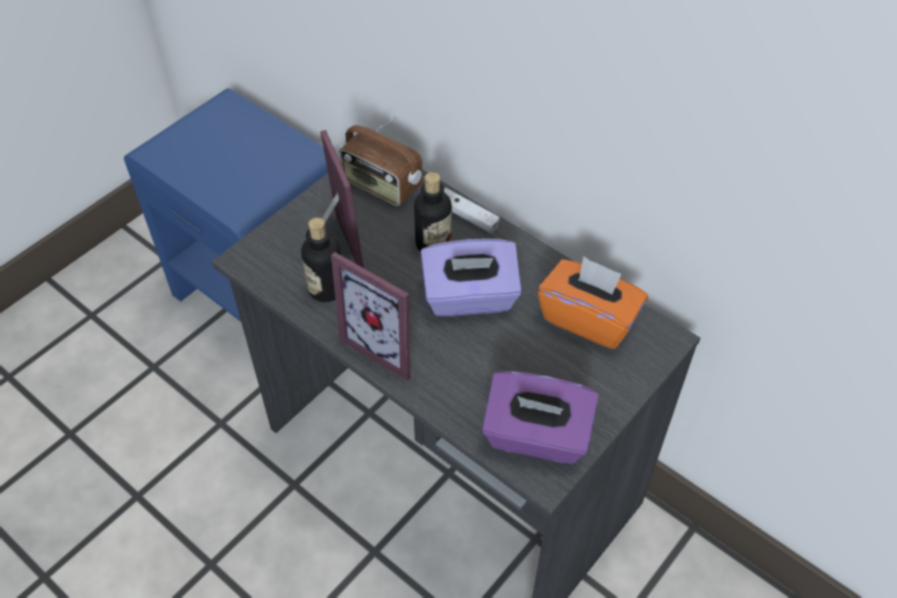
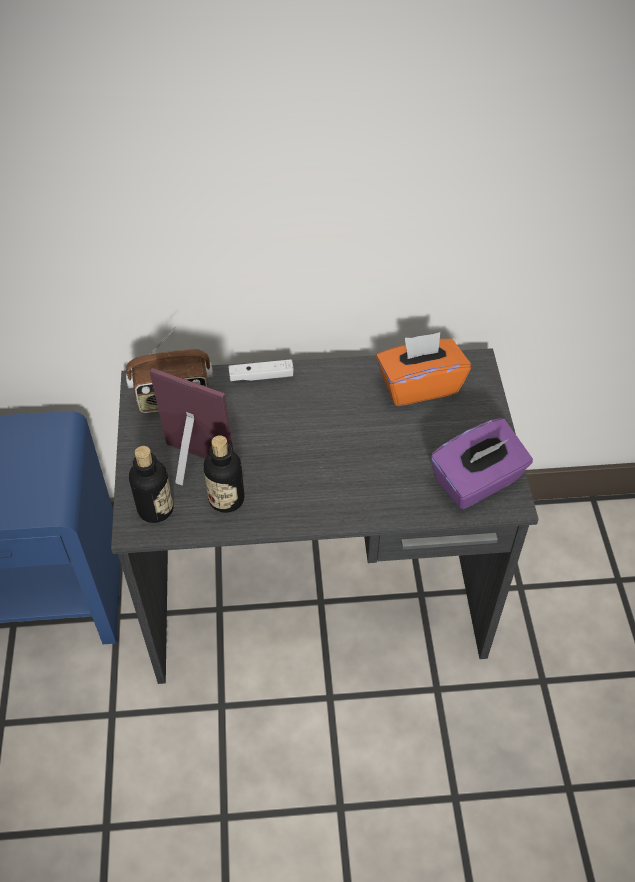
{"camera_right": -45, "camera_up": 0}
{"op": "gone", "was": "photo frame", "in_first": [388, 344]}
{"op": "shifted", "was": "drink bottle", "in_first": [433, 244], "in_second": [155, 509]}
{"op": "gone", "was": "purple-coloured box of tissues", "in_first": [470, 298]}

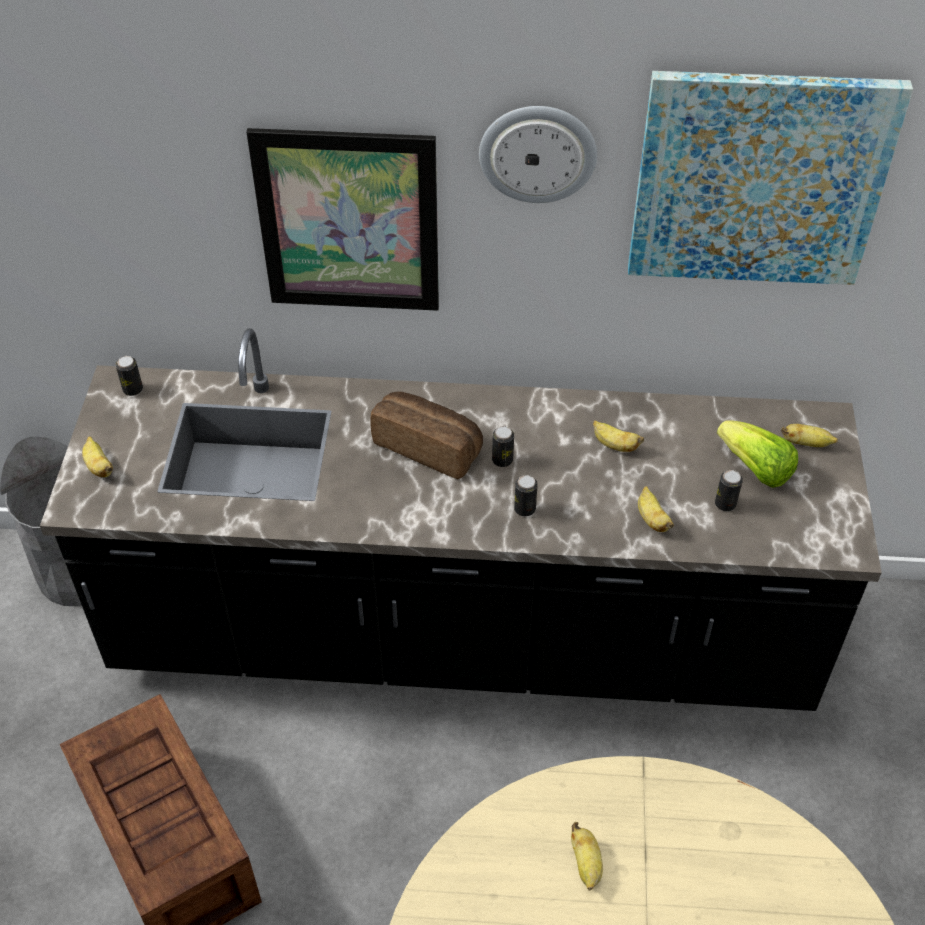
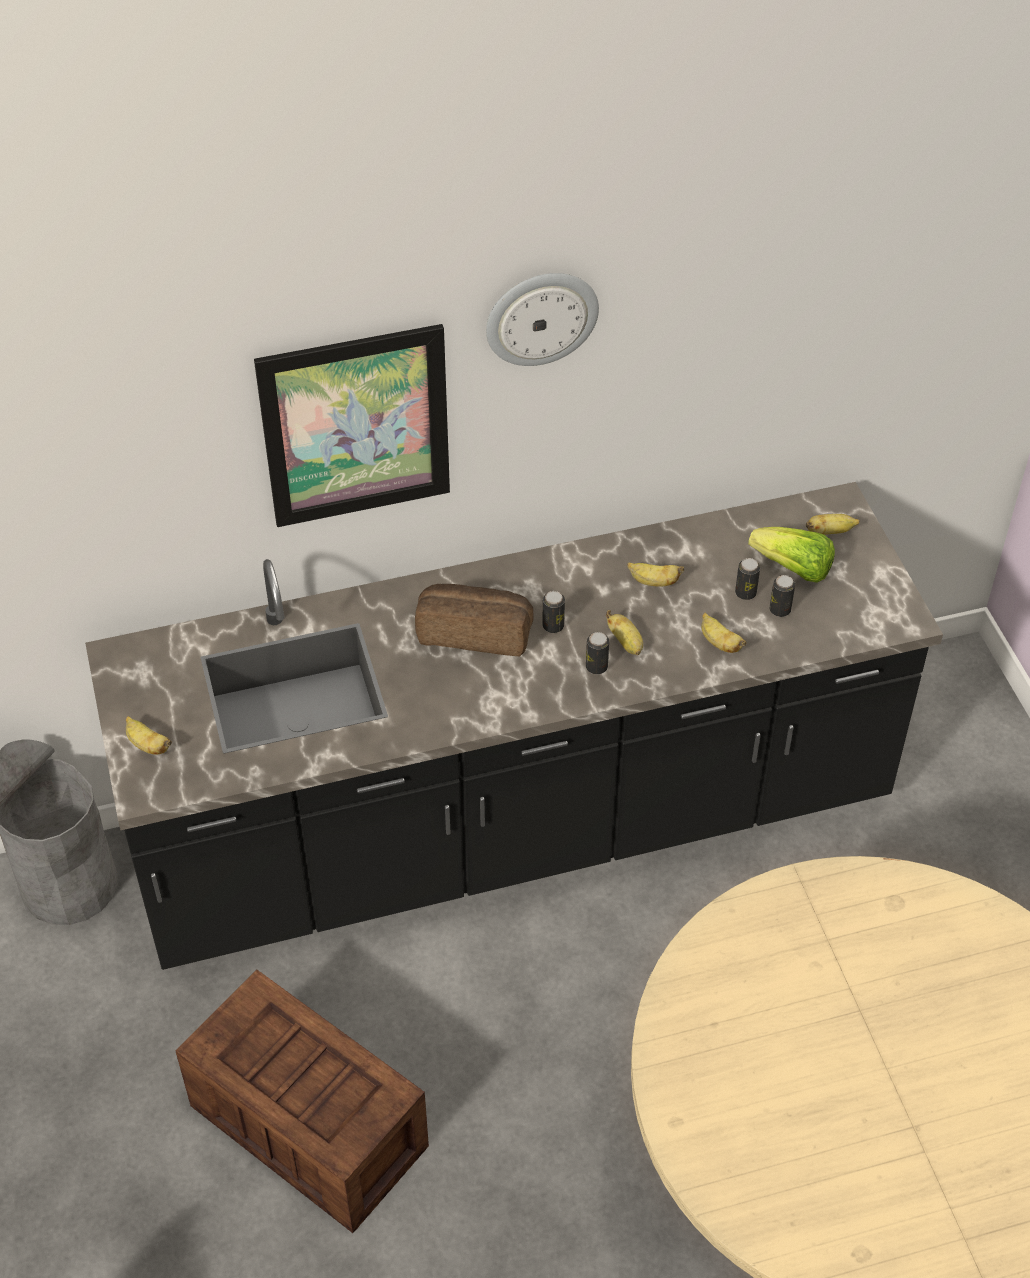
{"camera_right": -20, "camera_up": 0}
{"op": "shifted", "was": "metal can", "in_first": [133, 389], "in_second": [745, 593]}
{"op": "shifted", "was": "whole banana", "in_first": [586, 864], "in_second": [626, 643]}
{"op": "gone", "was": "wall art", "in_first": [758, 179]}

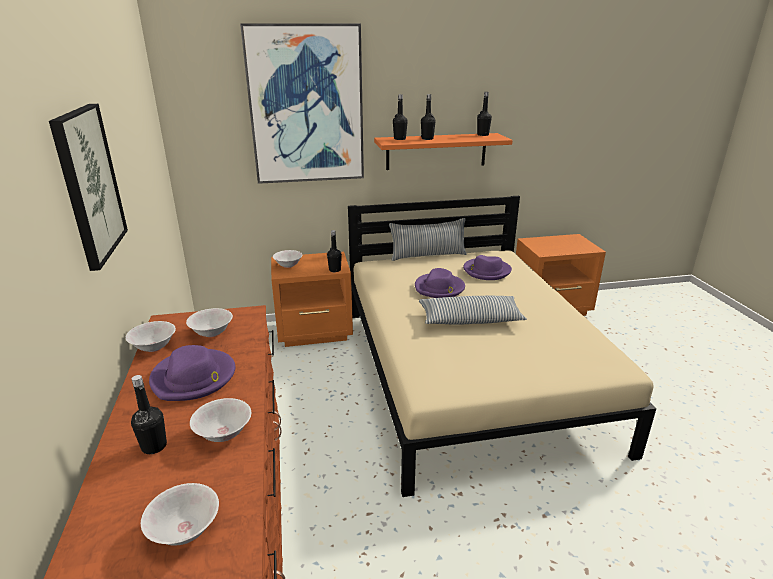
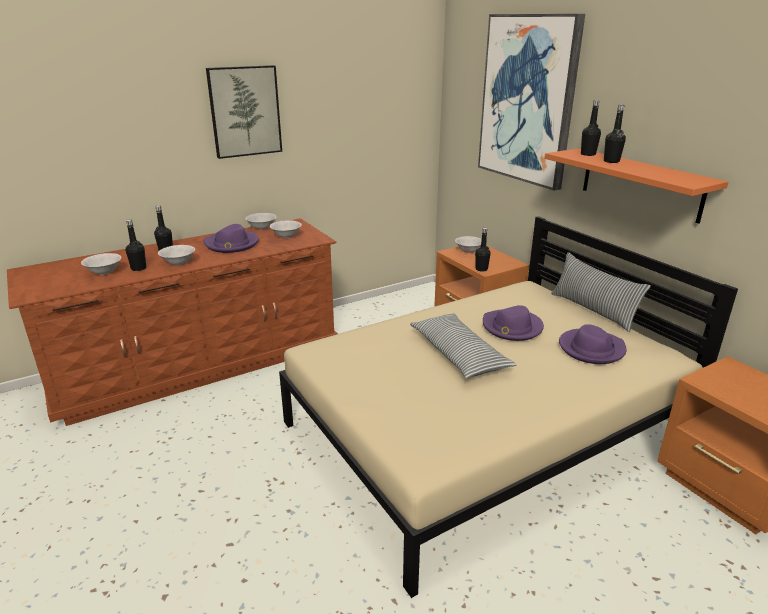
{"camera_right": 70, "camera_up": 0}
{"op": "shifted", "was": "blackish drink bottle", "in_first": [483, 135], "in_second": [139, 268]}

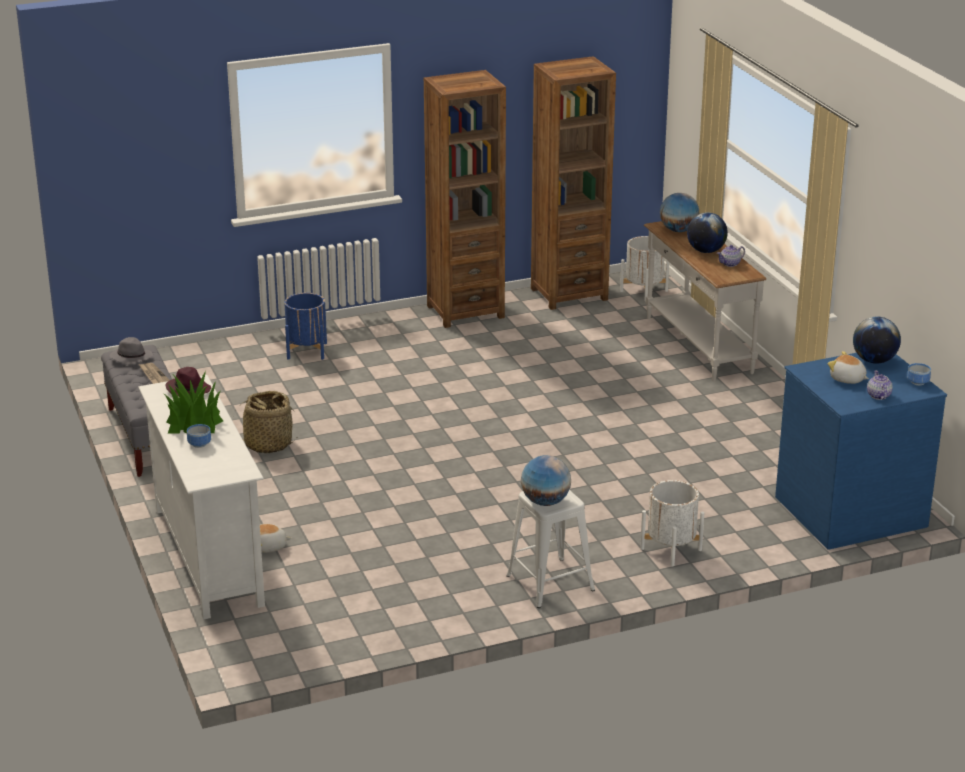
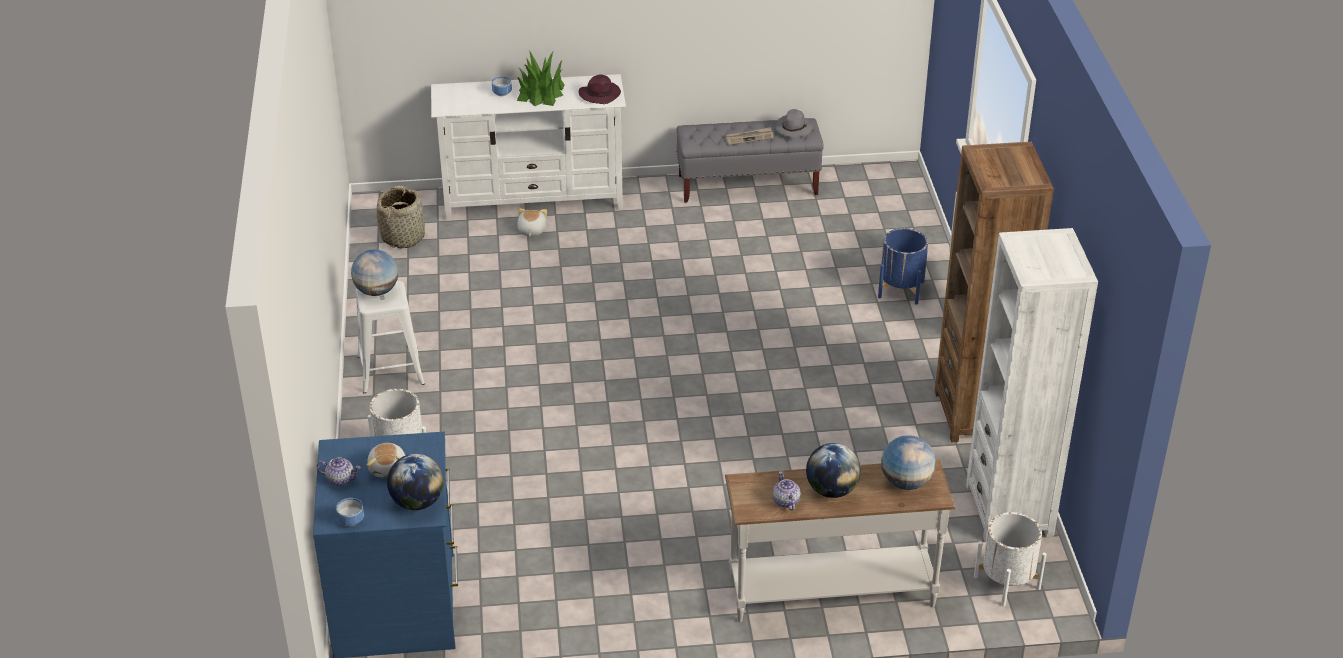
{"camera_right": 105, "camera_up": 10}
{"op": "shifted", "was": "storage basket", "in_first": [268, 444], "in_second": [403, 236]}
{"op": "repainted", "was": "brown bookcase", "now": "whitish bookcase", "in_first": [569, 294], "in_second": [1009, 510]}
{"op": "rotated", "was": "plush toy", "in_first": [847, 379], "in_second": [388, 468], "clockwise": 120}

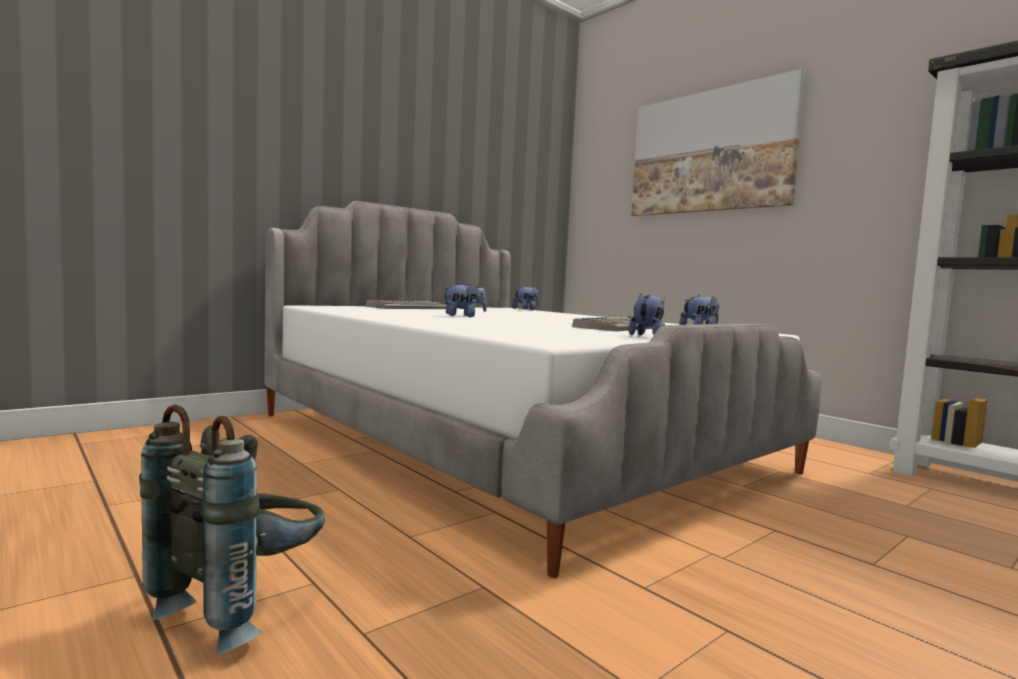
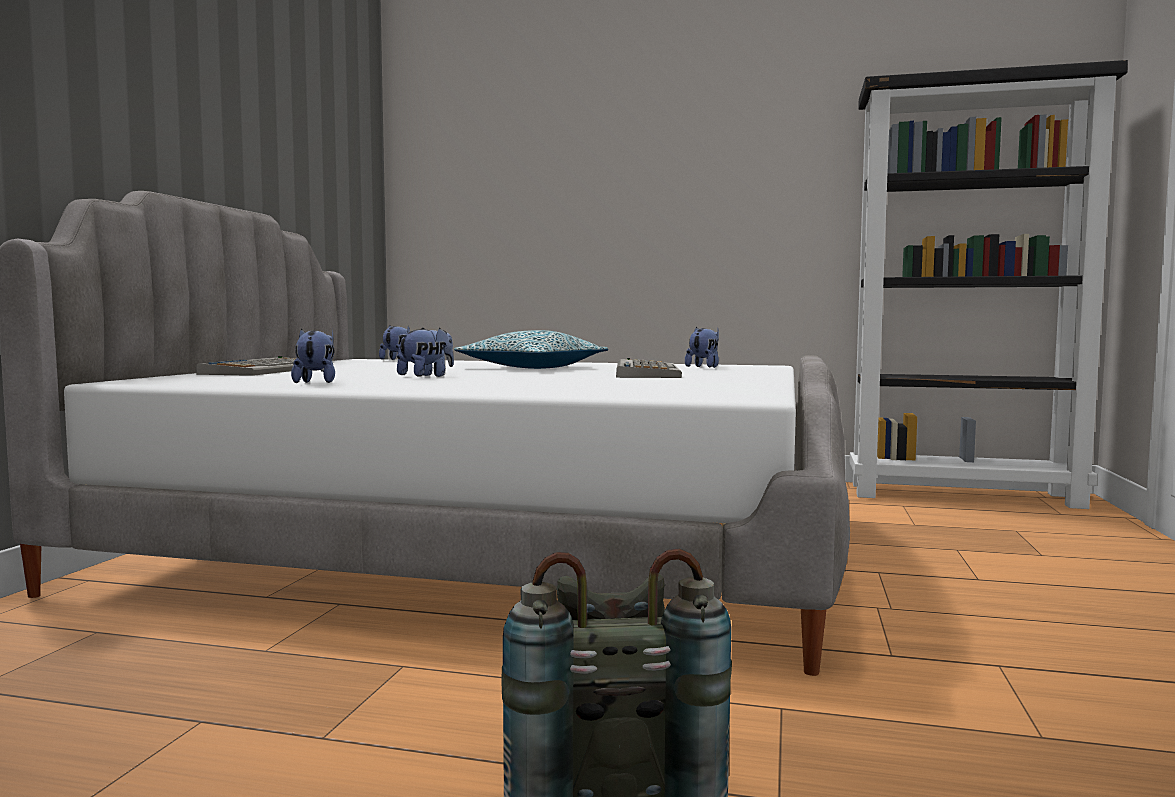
{"camera_right": -35, "camera_up": 0}
{"op": "shifted", "was": "plush toy", "in_first": [647, 336], "in_second": [316, 383]}
{"op": "gone", "was": "wall art", "in_first": [710, 152]}
{"op": "new", "now": "cushion", "in_second": [532, 368]}

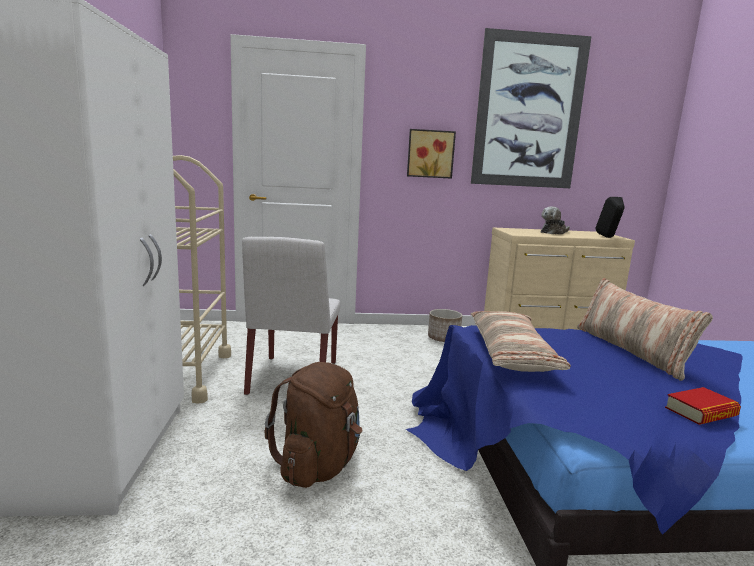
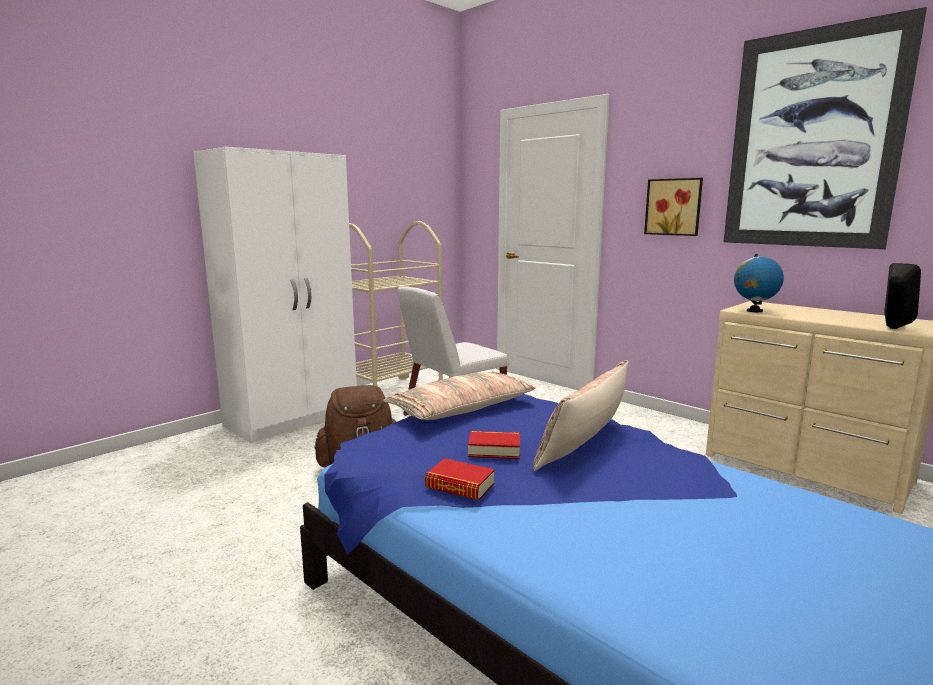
{"camera_right": 50, "camera_up": 0}
{"op": "gone", "was": "planter", "in_first": [443, 338]}
{"op": "gone", "was": "plush toy", "in_first": [553, 233]}
{"op": "new", "now": "bound book", "in_second": [494, 450]}
{"op": "new", "now": "world globe", "in_second": [754, 311]}

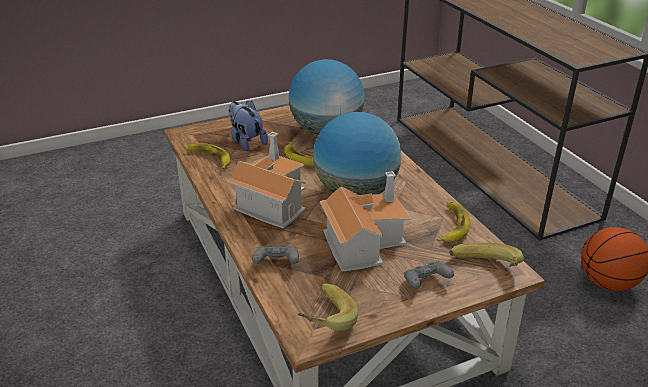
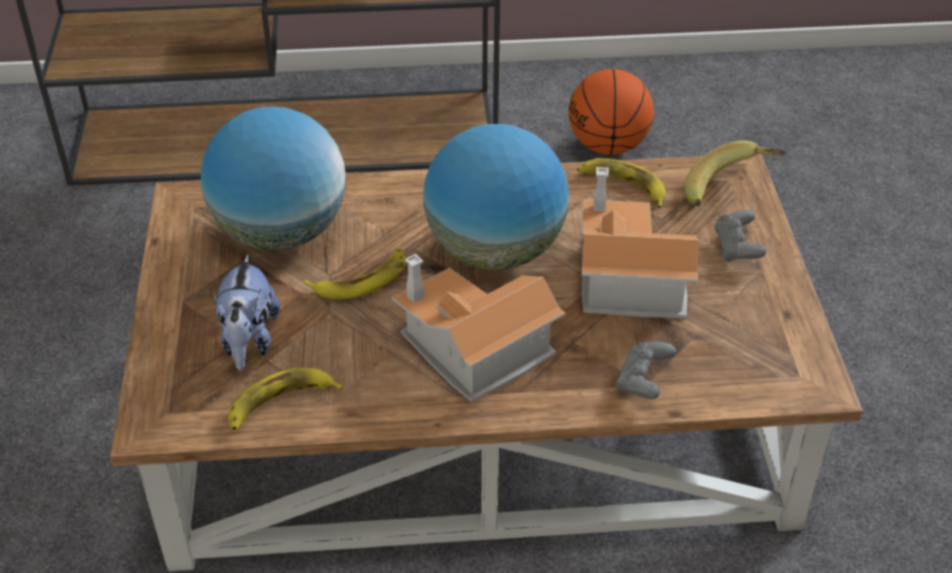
{"camera_right": -70, "camera_up": 10}
{"op": "rotated", "was": "plush toy", "in_first": [246, 141], "in_second": [249, 341], "clockwise": -75}
{"op": "gone", "was": "whole banana", "in_first": [322, 321]}

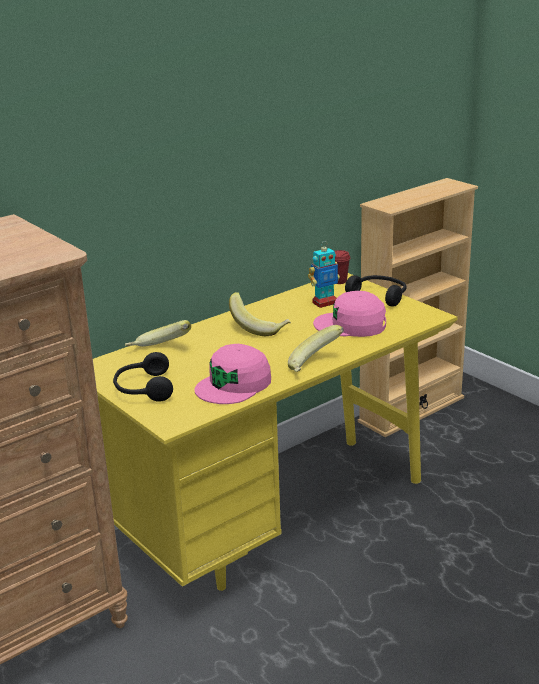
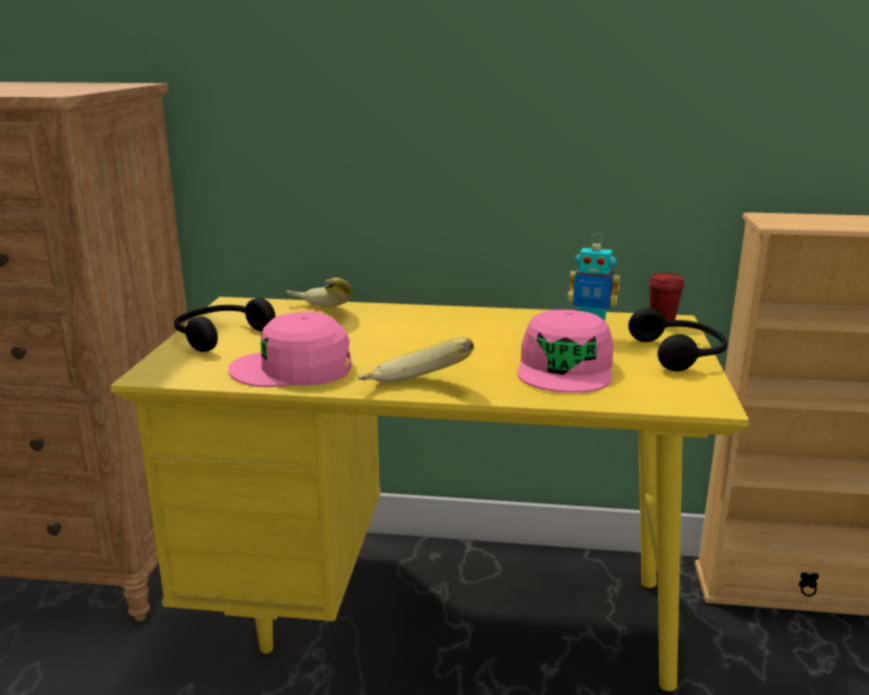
{"camera_right": 45, "camera_up": -5}
{"op": "gone", "was": "whole banana", "in_first": [259, 328]}
{"op": "rotated", "was": "pinkish peaked cap", "in_first": [351, 325], "in_second": [566, 368], "clockwise": -135}

